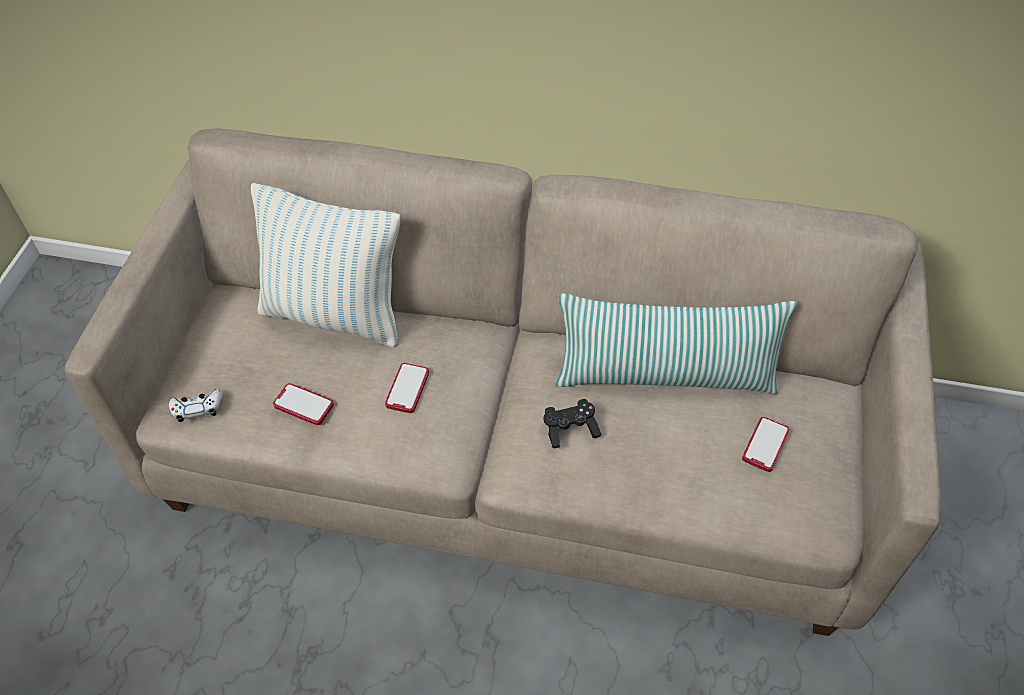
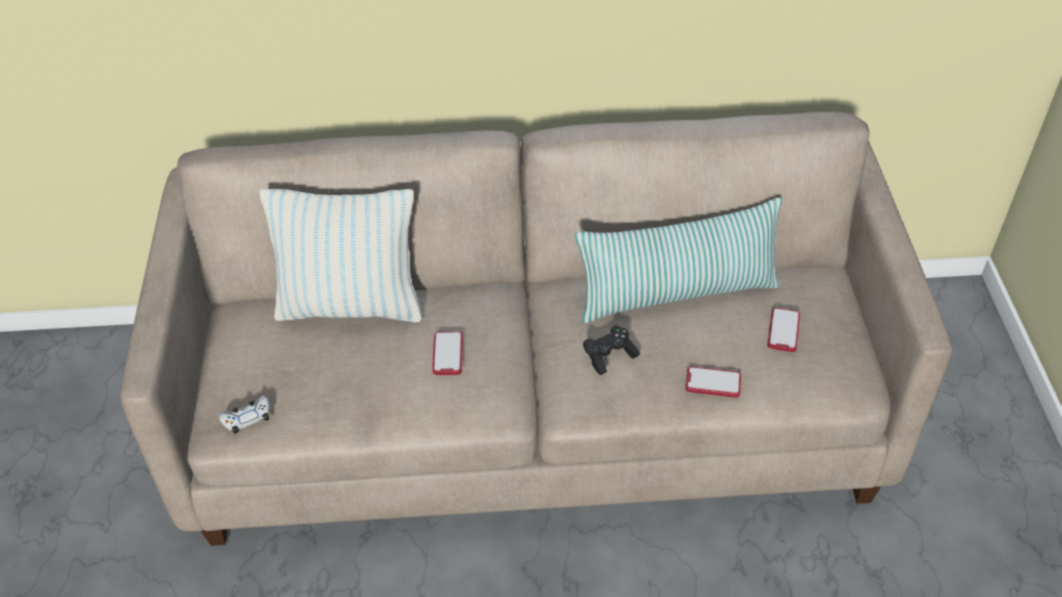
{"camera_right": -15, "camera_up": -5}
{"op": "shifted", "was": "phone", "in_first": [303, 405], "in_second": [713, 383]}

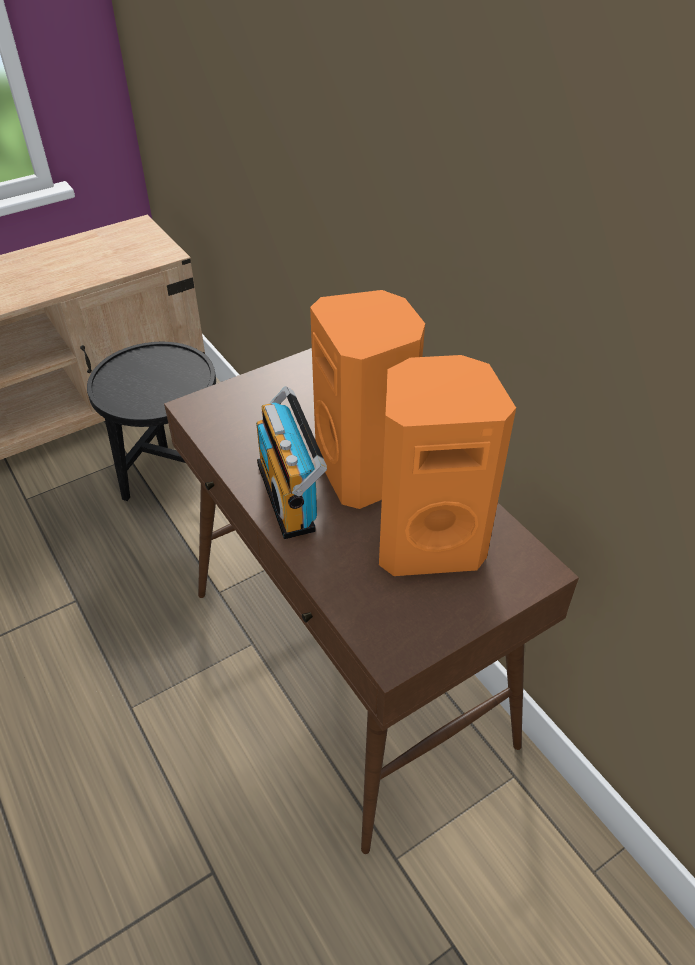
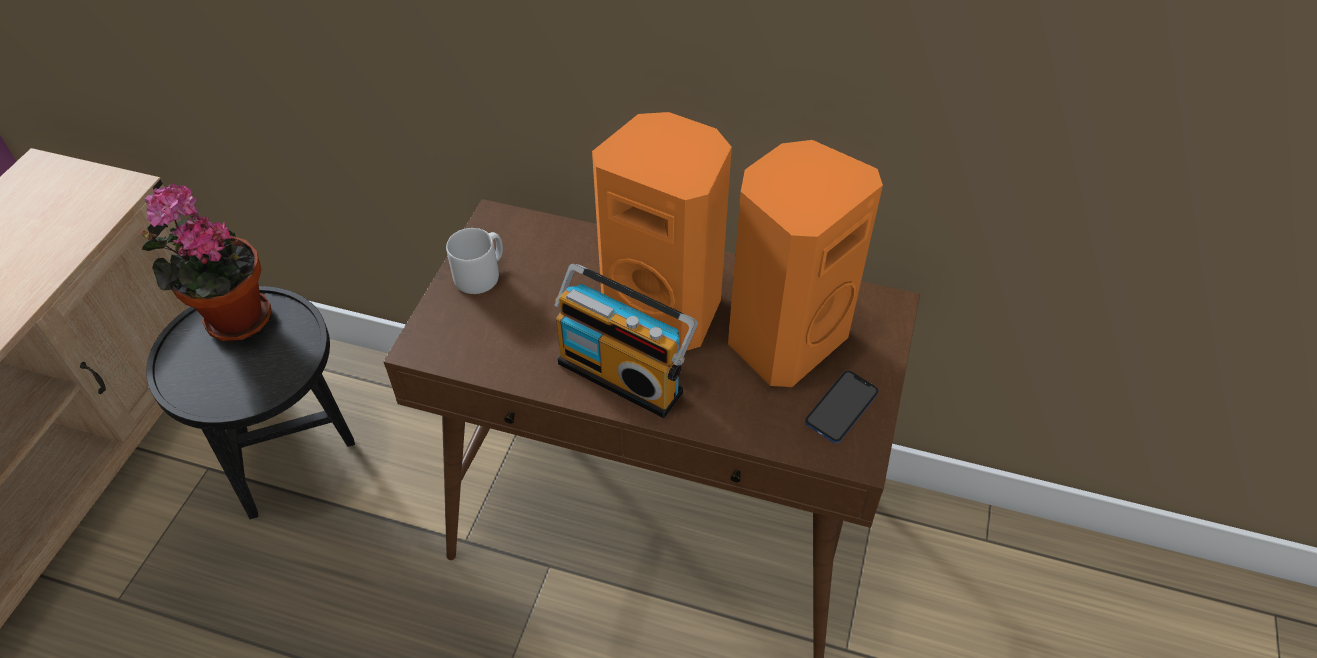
{"camera_right": -40, "camera_up": 5}
{"op": "new", "now": "houseplant", "in_second": [232, 317]}
{"op": "new", "now": "greyish tea mug", "in_second": [481, 275]}
{"op": "new", "now": "phone", "in_second": [841, 408]}

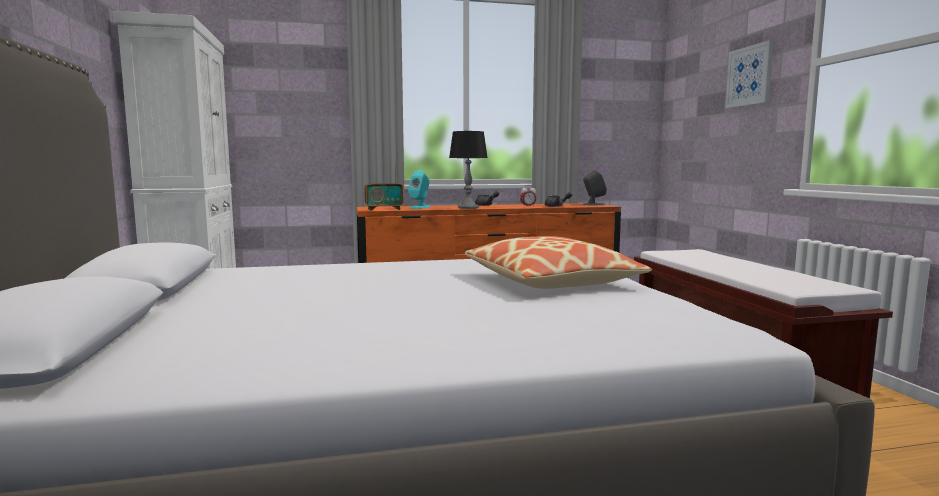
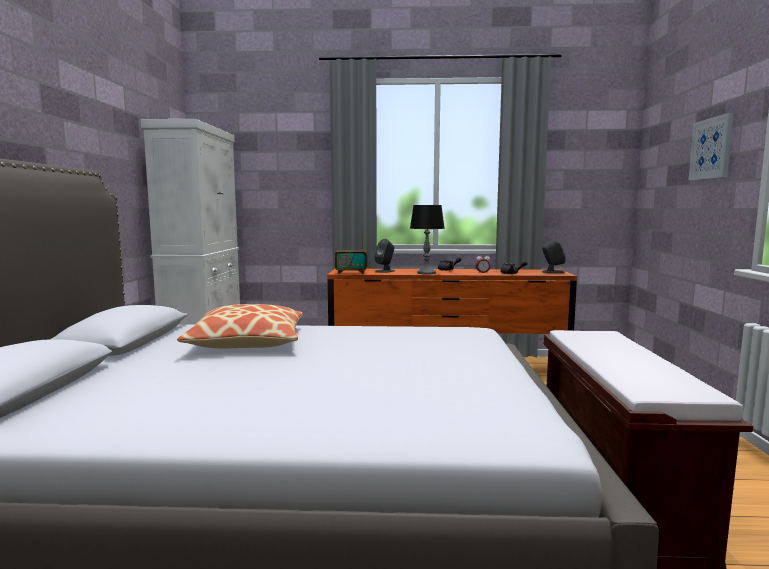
{"camera_right": 15, "camera_up": 0}
{"op": "repainted", "was": "blue-green loudspeaker", "now": "greyish loudspeaker", "in_first": [420, 207], "in_second": [385, 271]}
{"op": "shifted", "was": "cushion", "in_first": [550, 281], "in_second": [248, 341]}

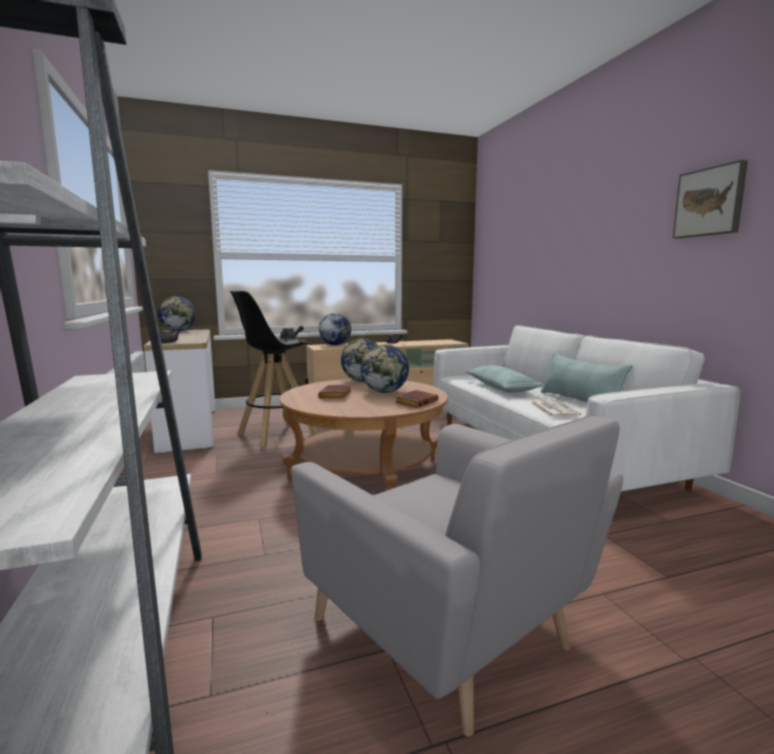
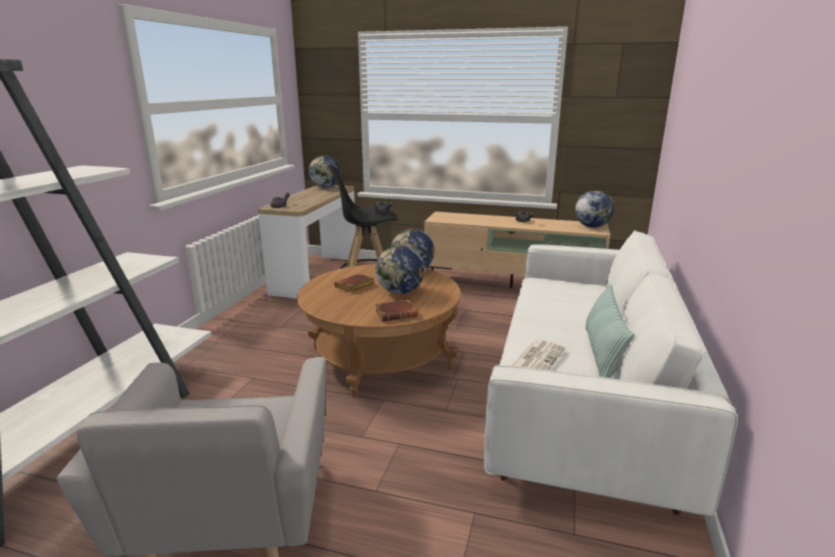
{"camera_right": 35, "camera_up": 10}
{"op": "shifted", "was": "world globe", "in_first": [335, 345], "in_second": [592, 226]}
{"op": "gone", "was": "cushion", "in_first": [501, 388]}
{"op": "gone", "was": "wall art", "in_first": [710, 202]}

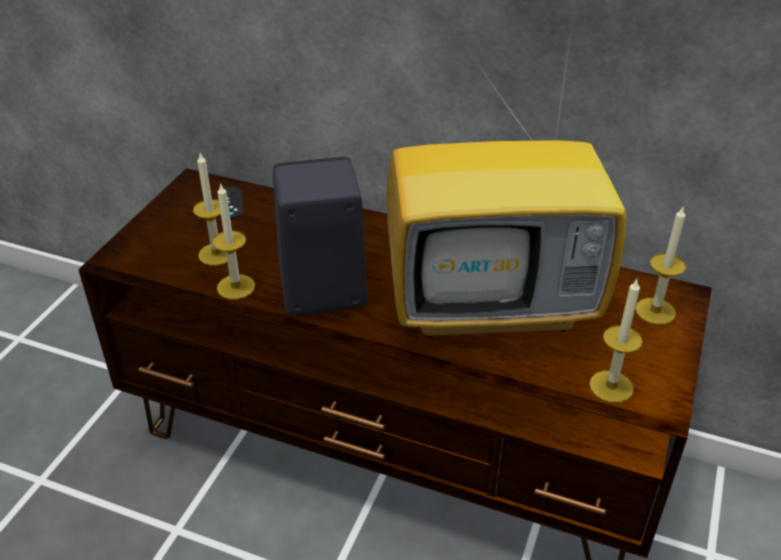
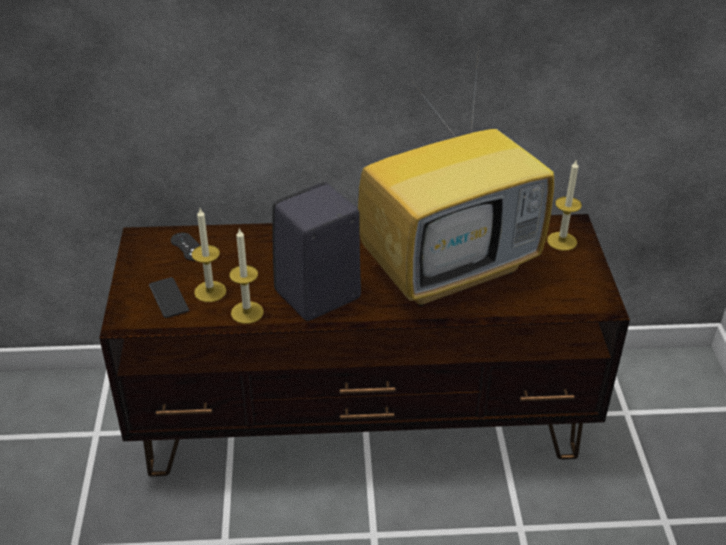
{"camera_right": -25, "camera_up": 0}
{"op": "gone", "was": "candle", "in_first": [611, 386]}
{"op": "new", "now": "phone", "in_second": [169, 298]}

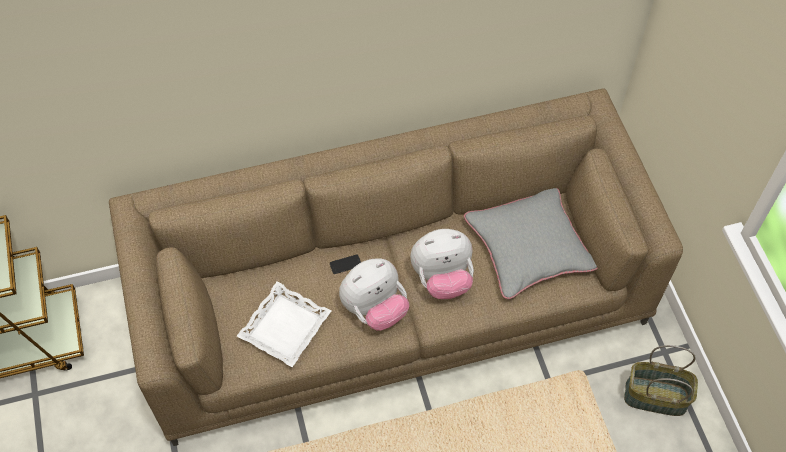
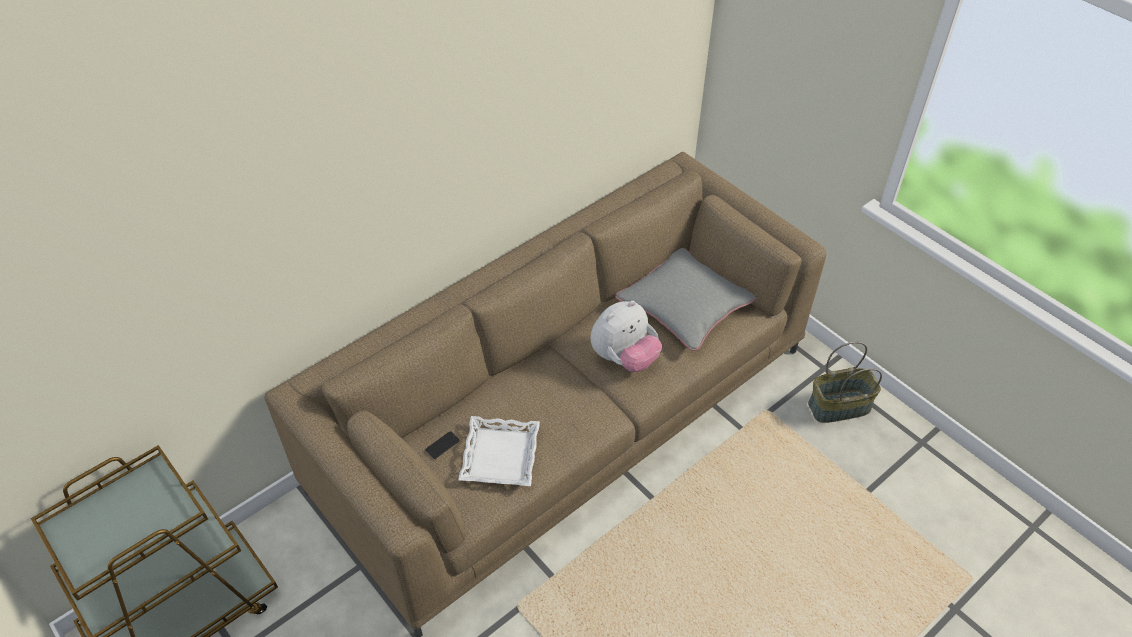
{"camera_right": -25, "camera_up": -10}
{"op": "shifted", "was": "phone", "in_first": [345, 264], "in_second": [442, 445]}
{"op": "gone", "was": "plush toy", "in_first": [374, 309]}

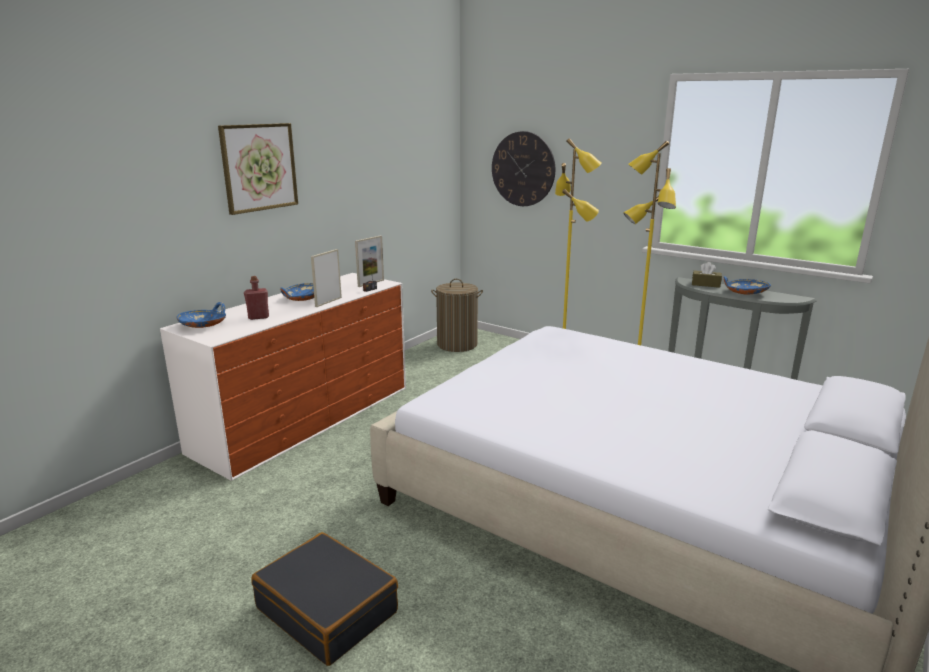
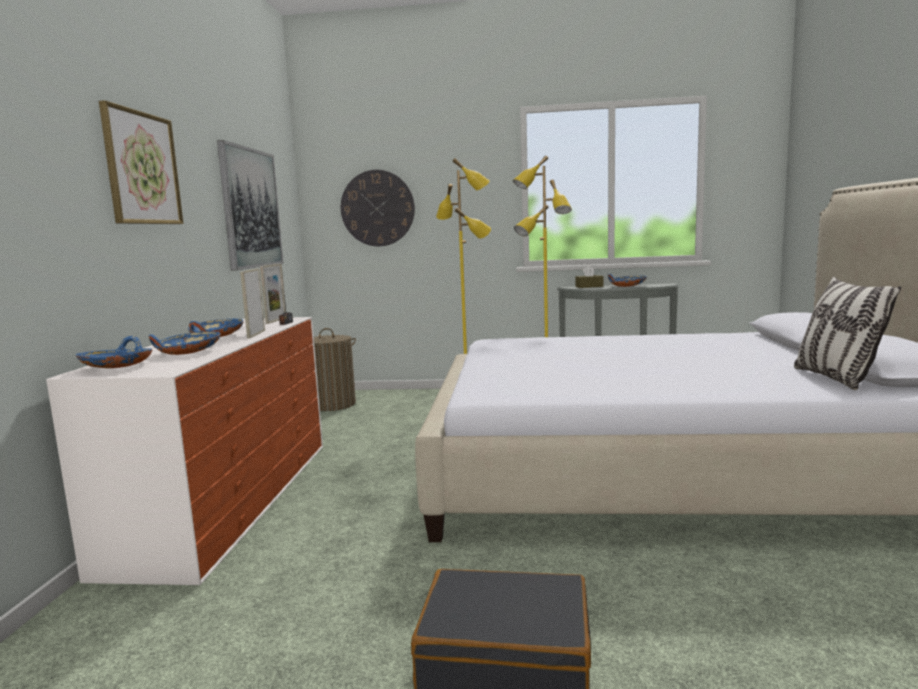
{"camera_right": -30, "camera_up": -10}
{"op": "swapped", "was": "red-coloured drink bottle", "now": "blue deep dish", "in_first": [258, 317], "in_second": [188, 352]}
{"op": "new", "now": "wall art", "in_second": [251, 208]}
{"op": "new", "now": "cushion", "in_second": [835, 378]}

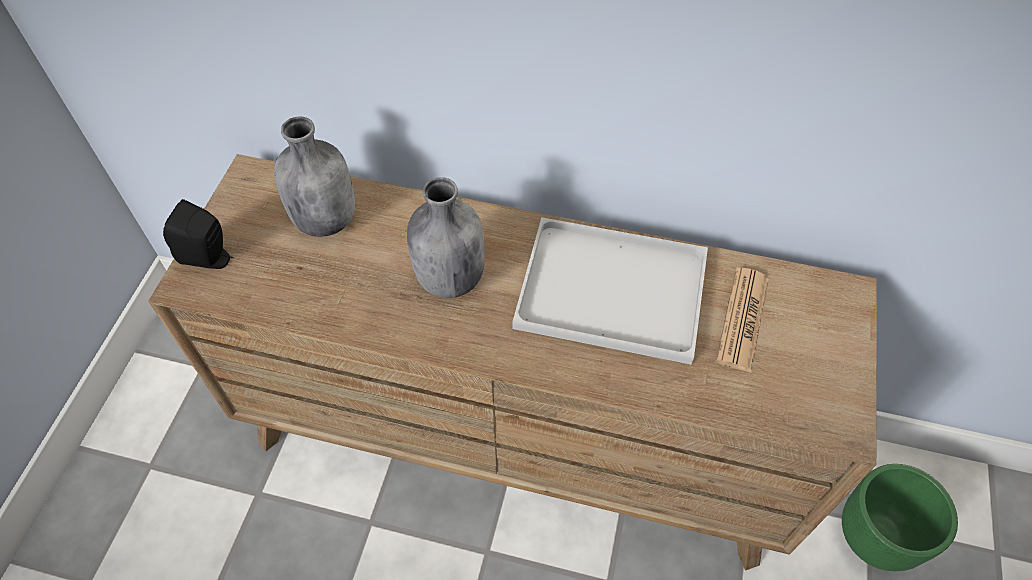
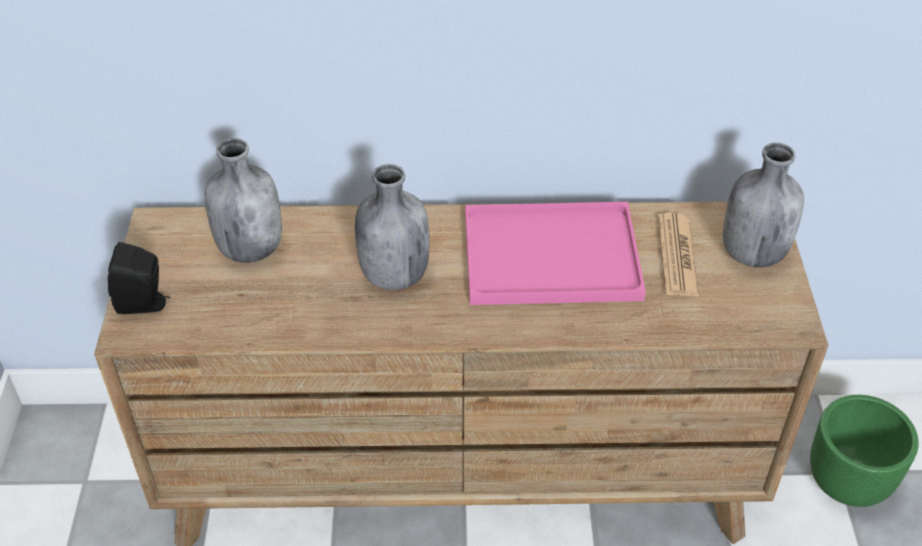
{"camera_right": -15, "camera_up": -10}
{"op": "repainted", "was": "whitish carrying tray", "now": "pinkish carrying tray", "in_first": [616, 290], "in_second": [554, 254]}
{"op": "new", "now": "greyish drink bottle", "in_second": [751, 252]}

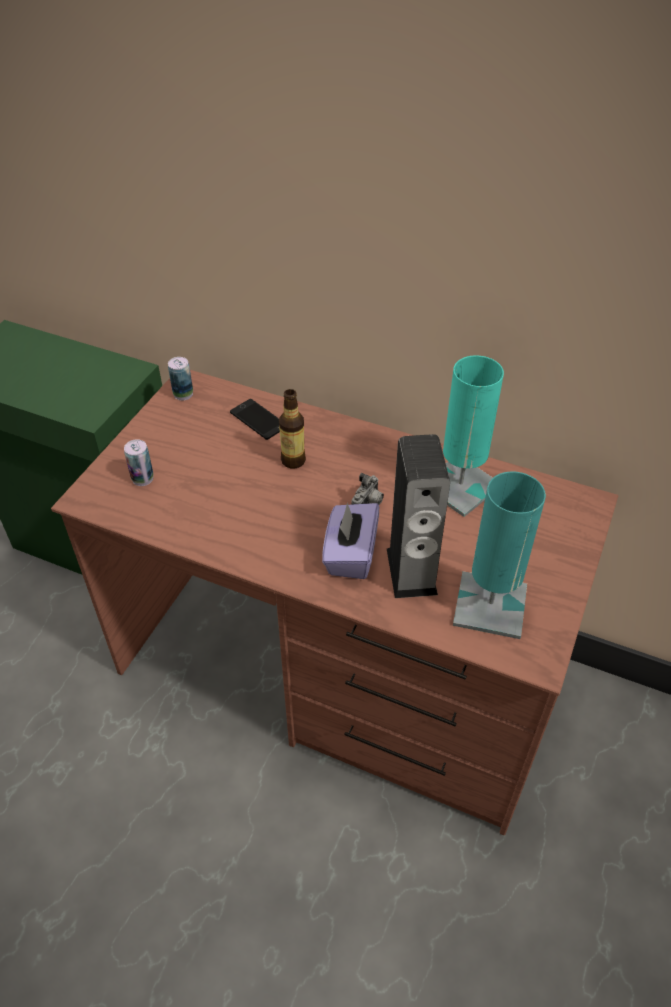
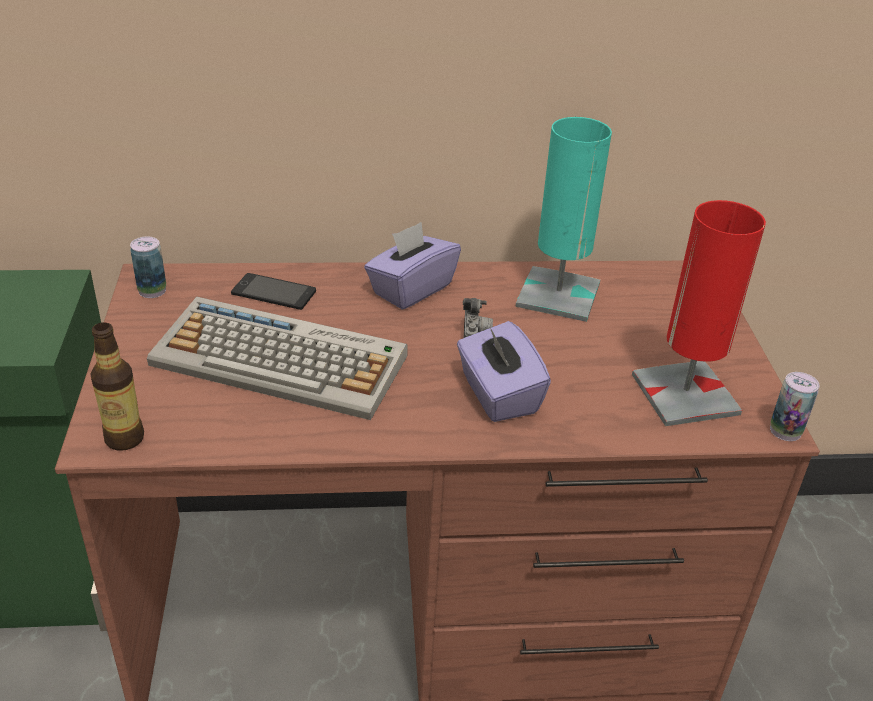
{"camera_right": -30, "camera_up": -10}
{"op": "shifted", "was": "metal can", "in_first": [142, 478], "in_second": [785, 431]}
{"op": "shifted", "was": "drink bottle", "in_first": [293, 460], "in_second": [124, 438]}
{"op": "gone", "was": "loudspeaker", "in_first": [411, 571]}
{"op": "repainted", "was": "blue-green lamp for a table", "now": "red-coloured lamp for a table", "in_first": [490, 605], "in_second": [684, 394]}
{"op": "new", "now": "PC keyboard", "in_second": [282, 360]}
{"op": "new", "now": "purple-coloured box of tissues", "in_second": [411, 289]}

